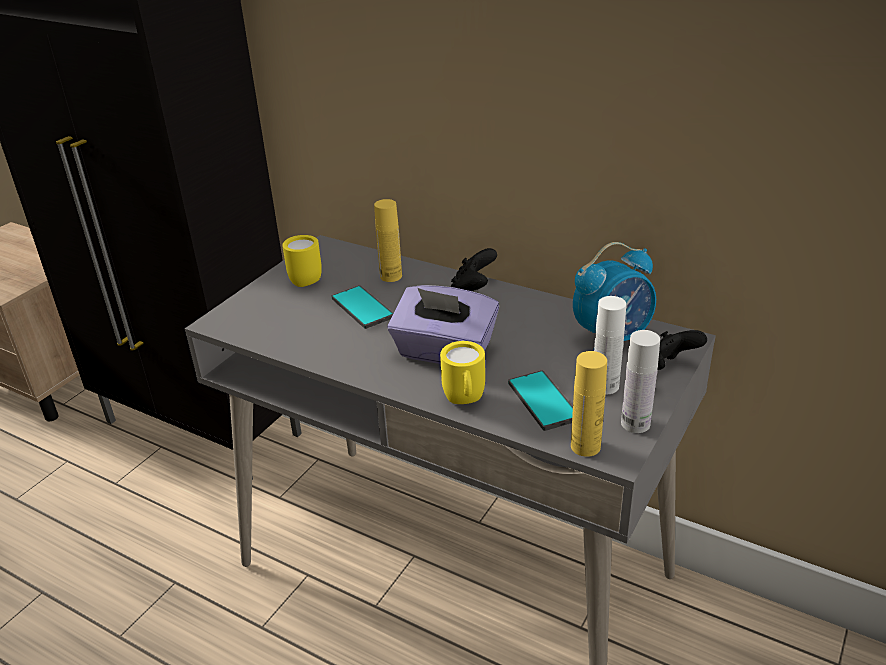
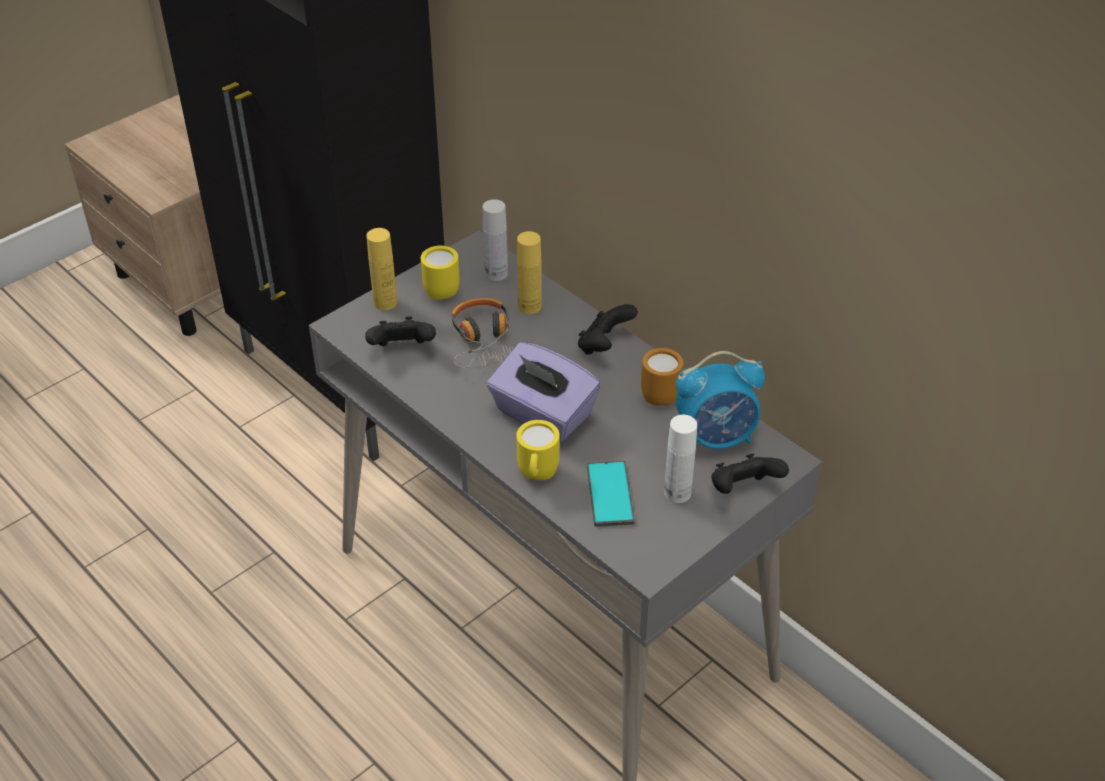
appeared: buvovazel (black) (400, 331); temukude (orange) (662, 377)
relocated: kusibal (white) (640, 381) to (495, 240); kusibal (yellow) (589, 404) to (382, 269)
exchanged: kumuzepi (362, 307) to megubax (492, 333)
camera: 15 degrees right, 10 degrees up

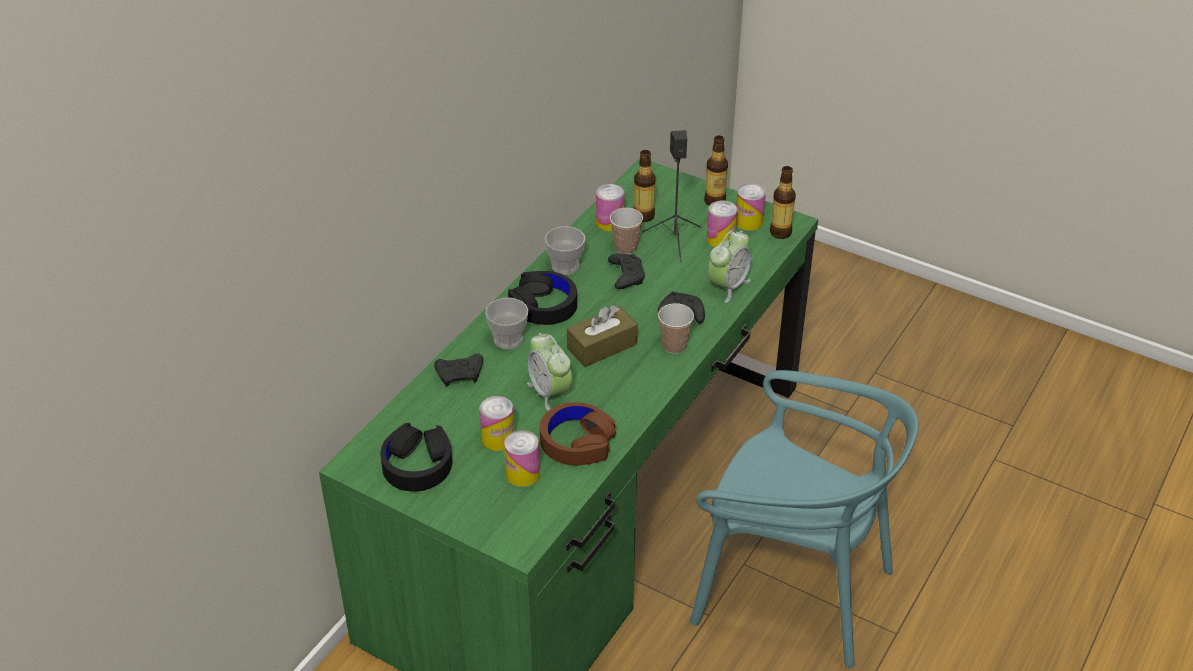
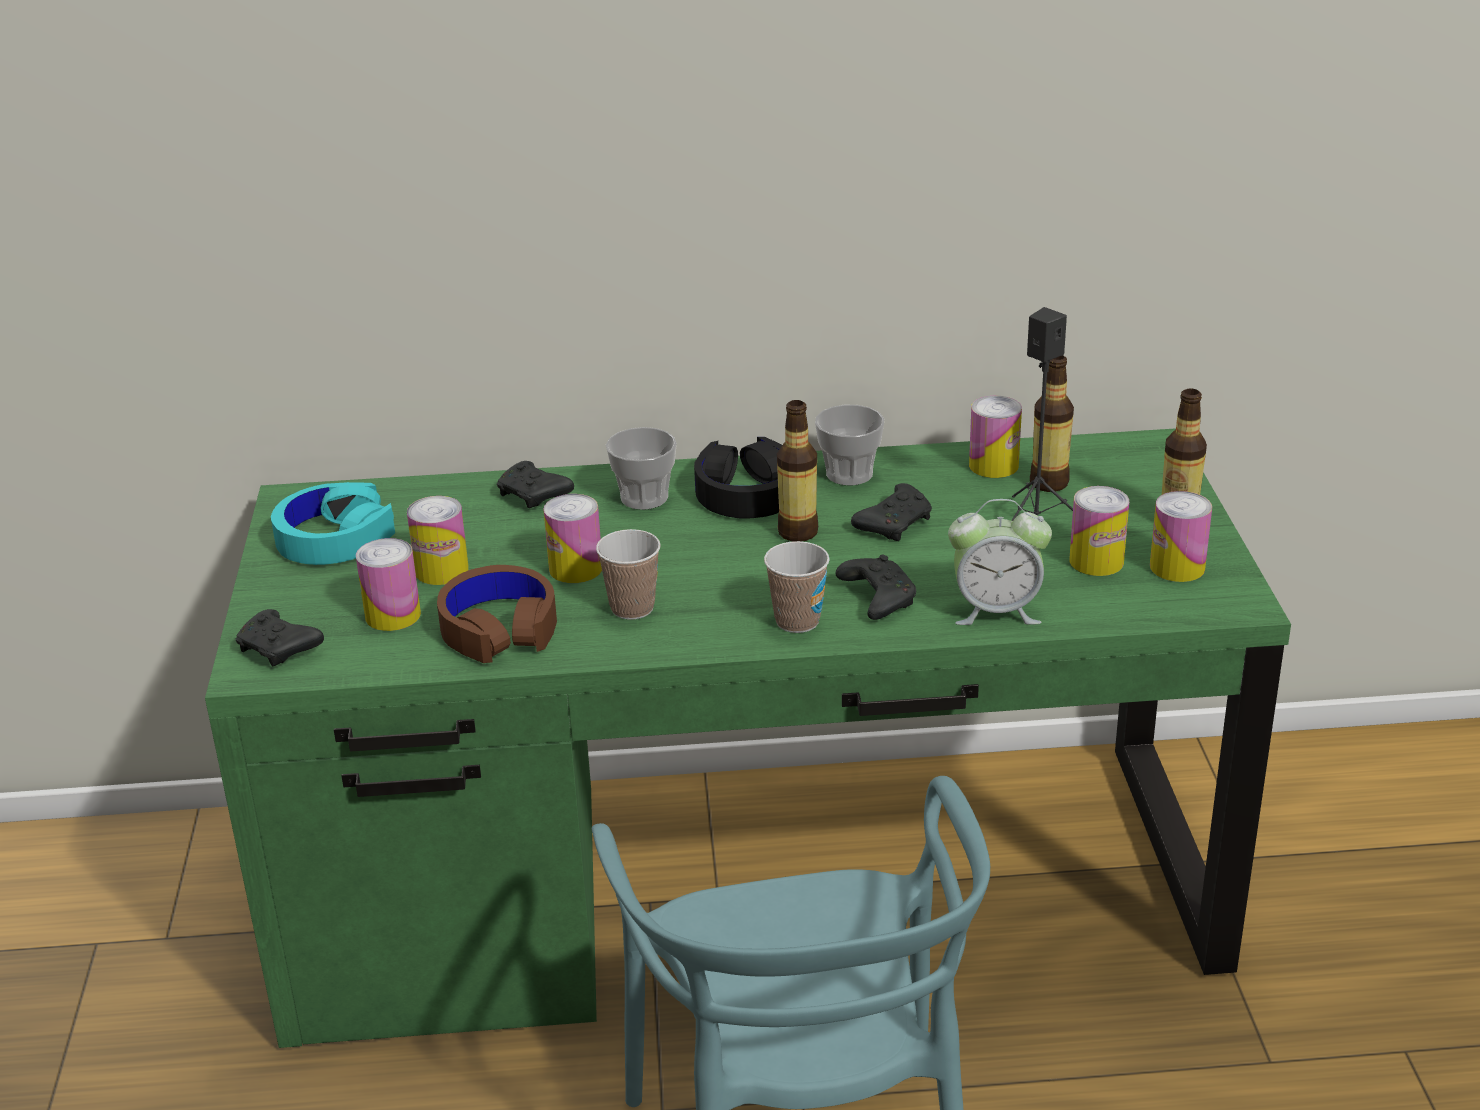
missing: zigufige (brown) (602, 336)
appeared: buvovazel (black) (279, 637)
relocated: kusibal (783, 202) to (797, 470); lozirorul (626, 231) to (628, 574)
exchanged: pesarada (549, 372) to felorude (572, 538)
colour: megubax (black) (416, 457) to megubax (turquoise) (333, 523)
camera: 55 degrees right, 10 degrees down

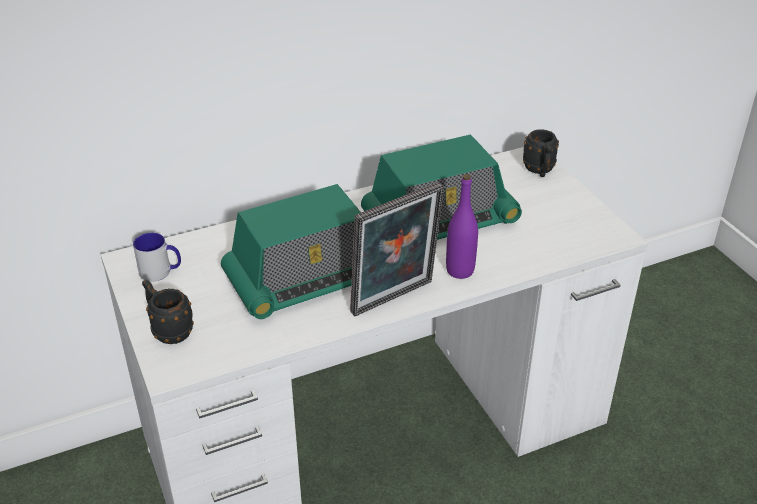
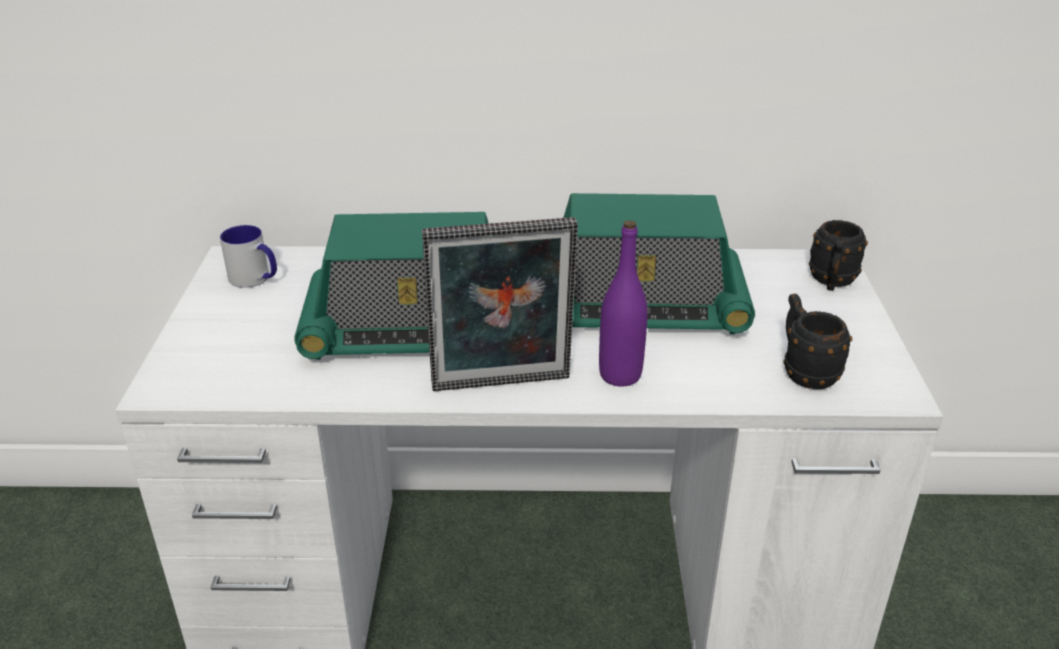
relocated: temukude (black) (168, 312) to (818, 341)
camera: 25 degrees right, 5 degrees down

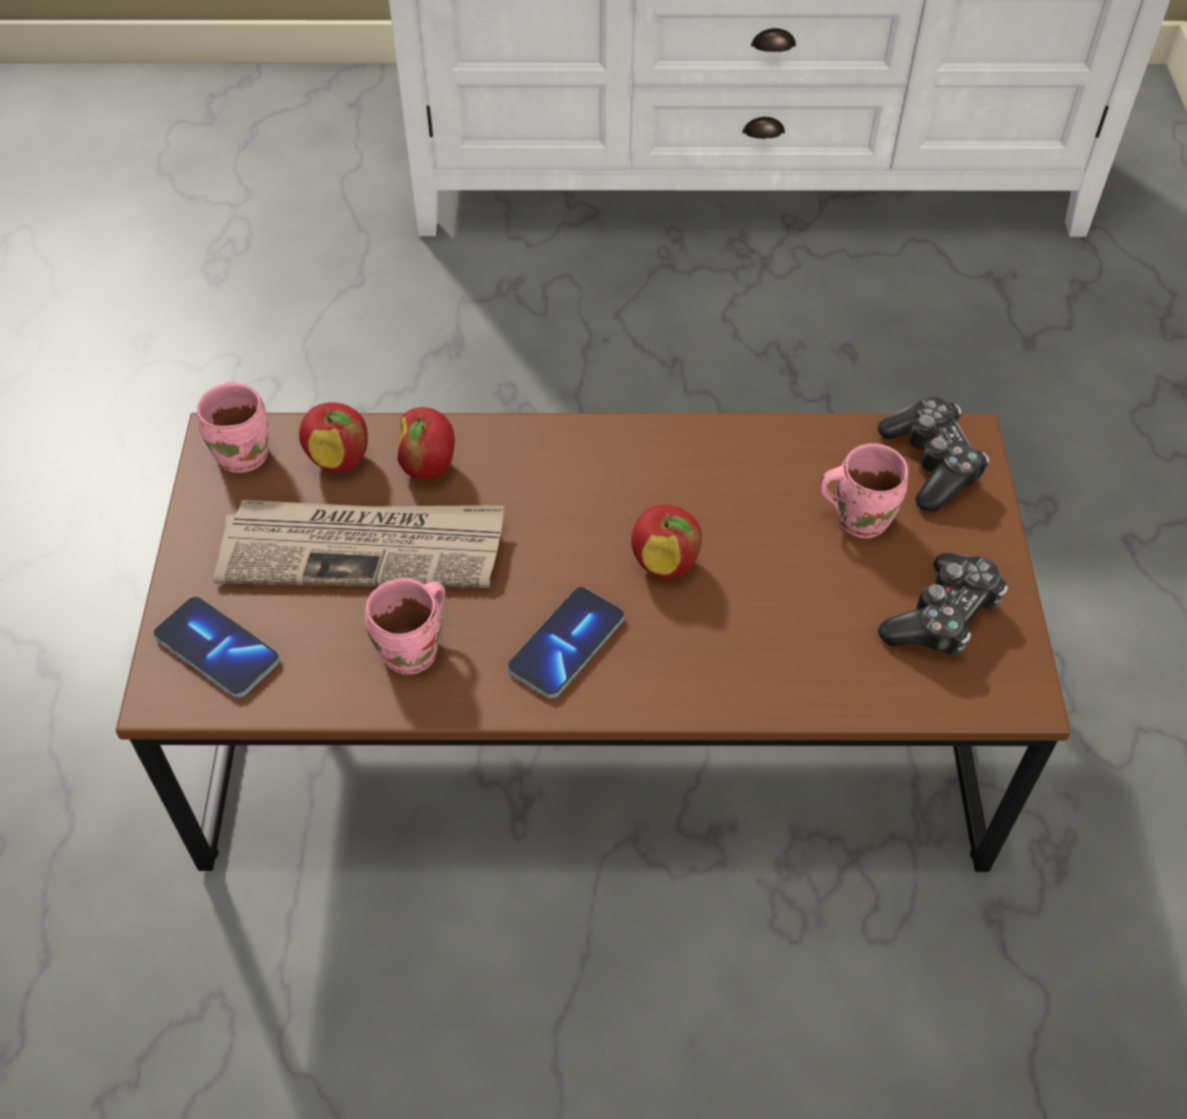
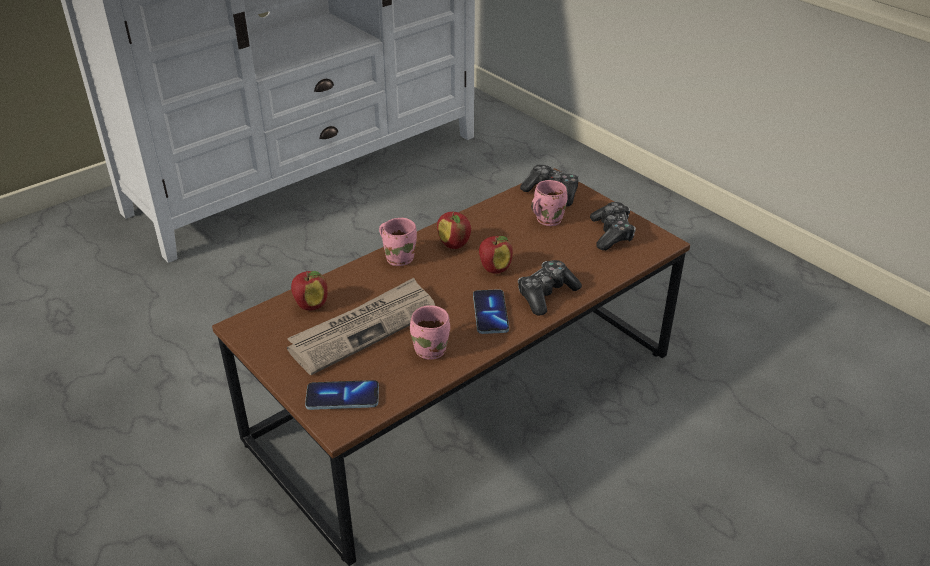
appeared: buvovazel (550, 287)
relocated: temukude (pink) (232, 427) to (398, 242); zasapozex (426, 443) to (454, 230)
camera: 40 degrees left, 15 degrees down

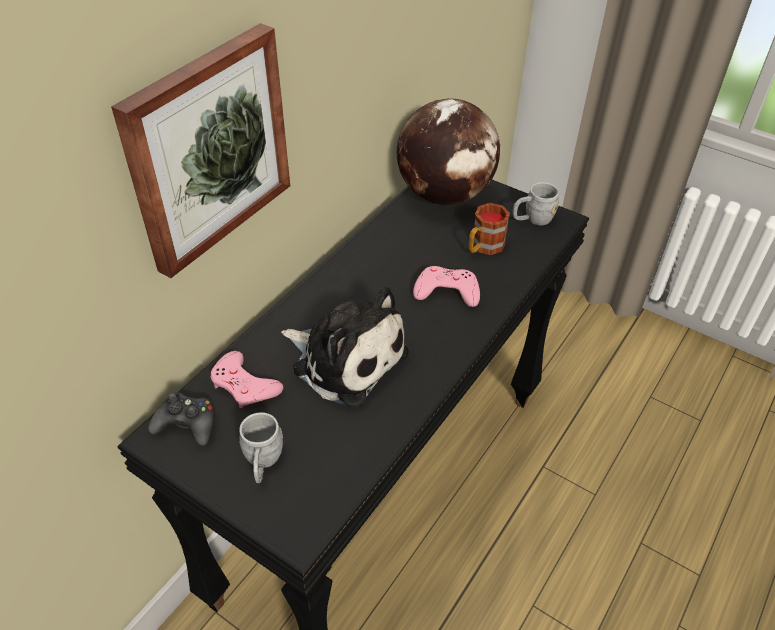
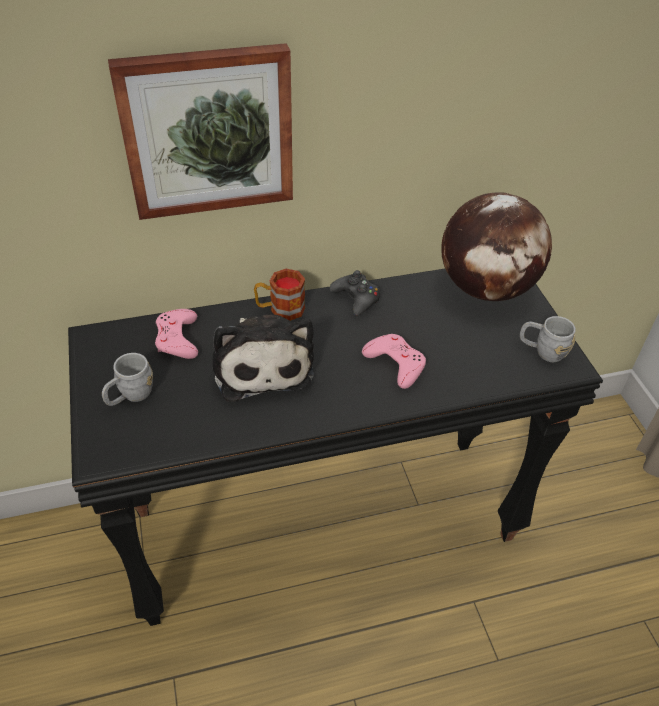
relocated: temukude (489, 229) to (279, 295); buvovazel (black) (181, 419) to (354, 293)
camera: 40 degrees right, 0 degrees up

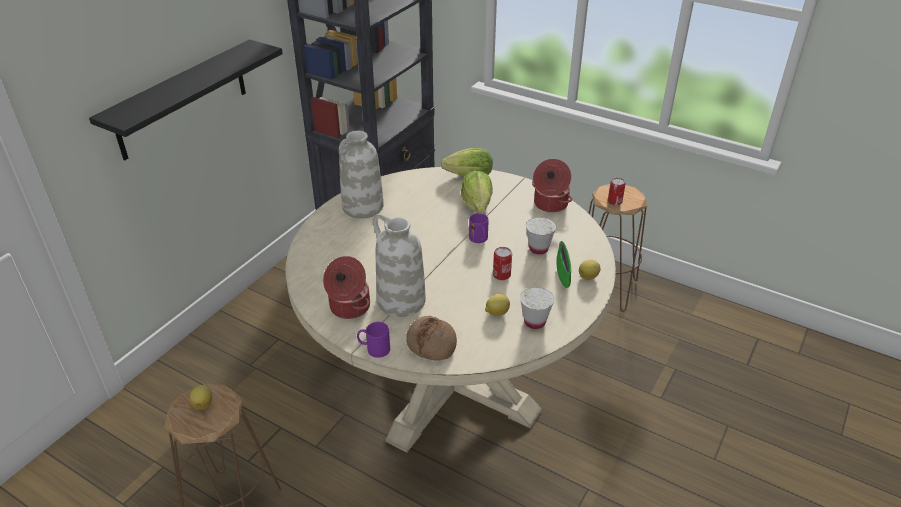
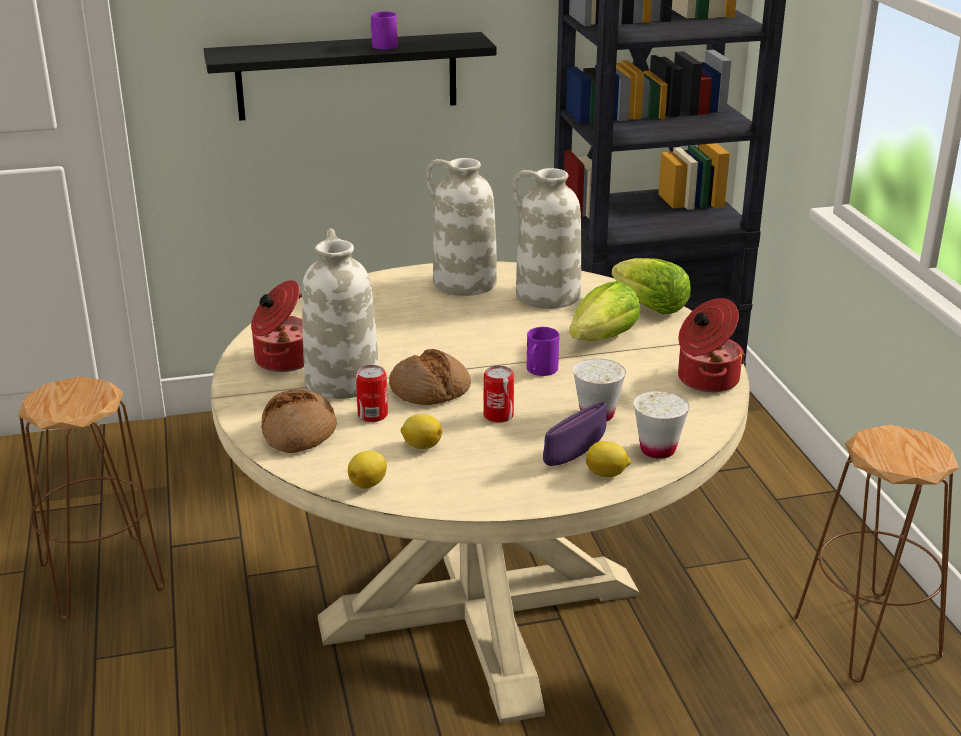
appeared: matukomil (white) (547, 238); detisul (430, 377)
relocated: felorude (617, 191) to (372, 393); lozirorul (white) (537, 308) to (661, 425); temukude (purple) (373, 340) to (384, 31); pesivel (200, 397) to (367, 470)
colour: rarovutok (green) (563, 264) to rarovutok (purple) (575, 434)
camera: 45 degrees right, 10 degrees down

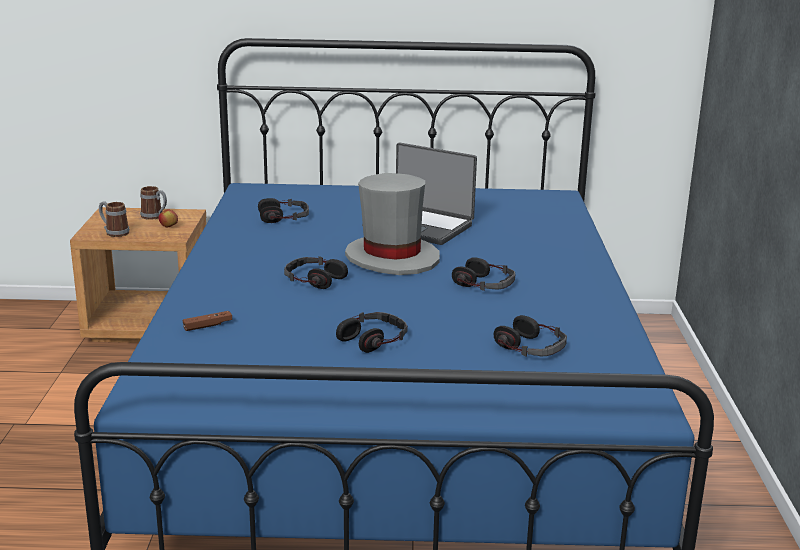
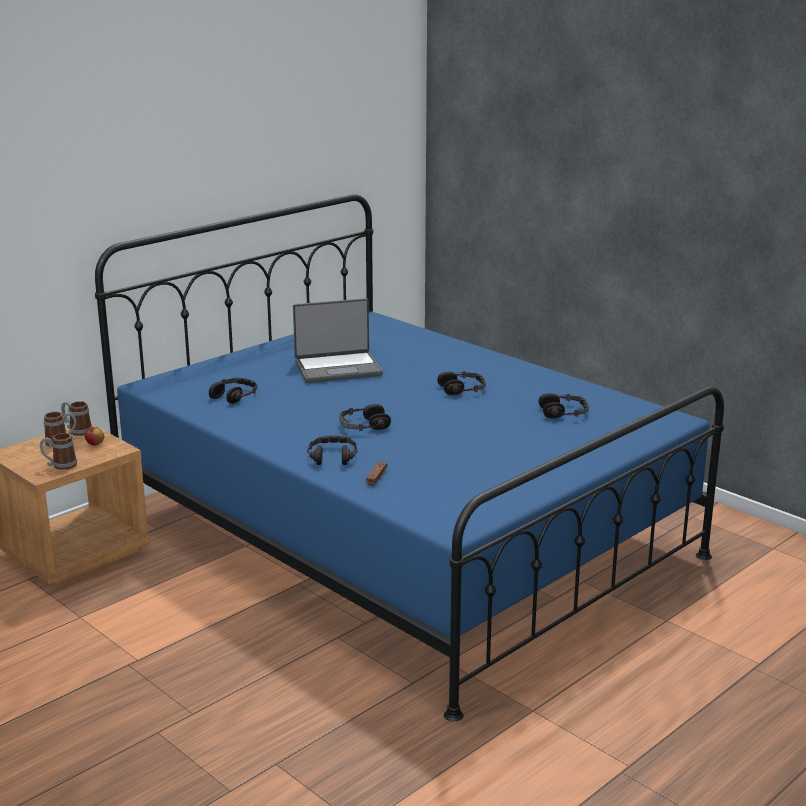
missing: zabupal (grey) (392, 224)
appeared: temukude (76, 418)
relocated: megubax (372, 332) to (332, 450)
camera: 45 degrees left, 0 degrees up

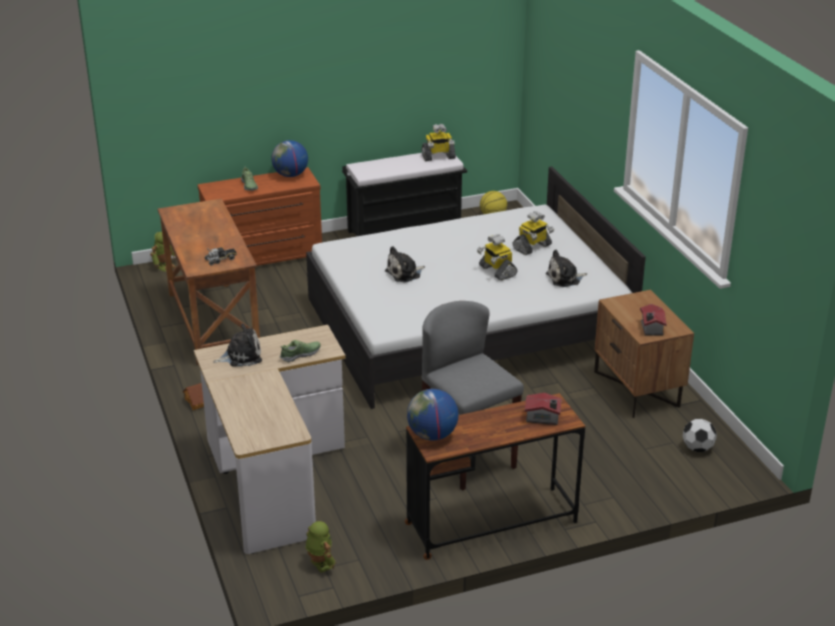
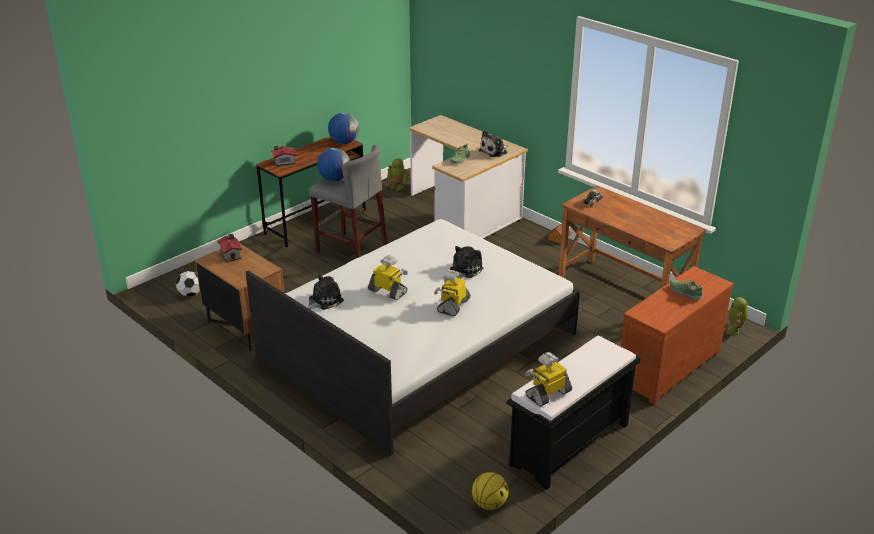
relocated: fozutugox (289, 158) to (333, 164); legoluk (533, 233) to (452, 293)
camera: 155 degrees right, 0 degrees up

